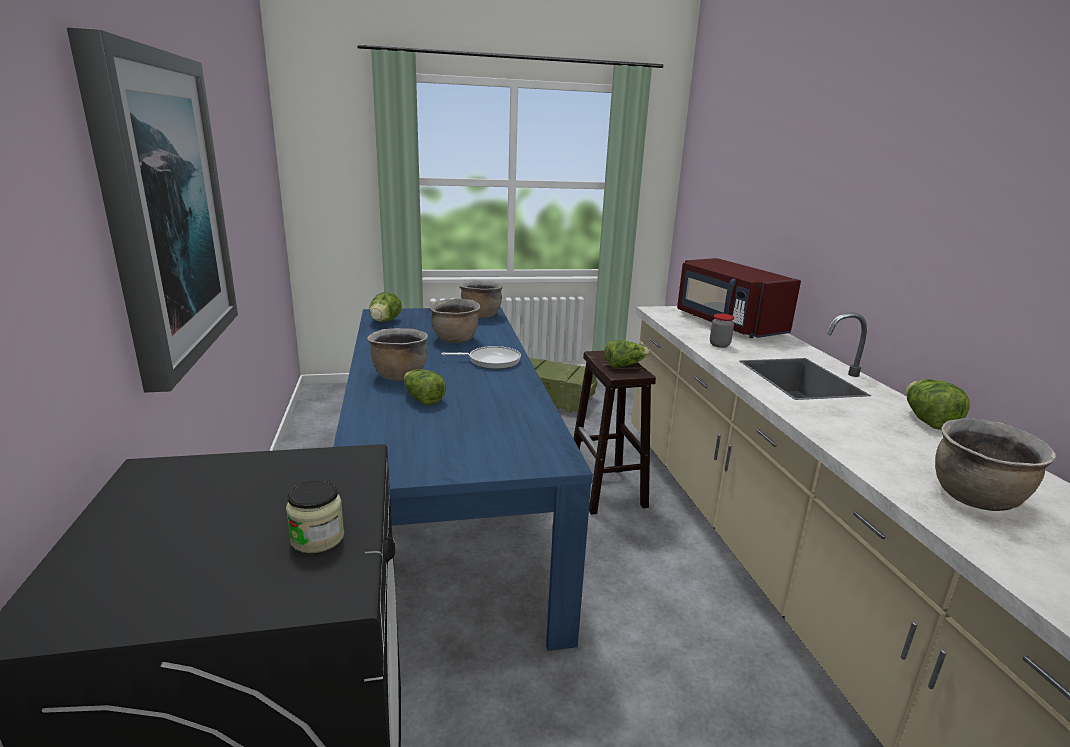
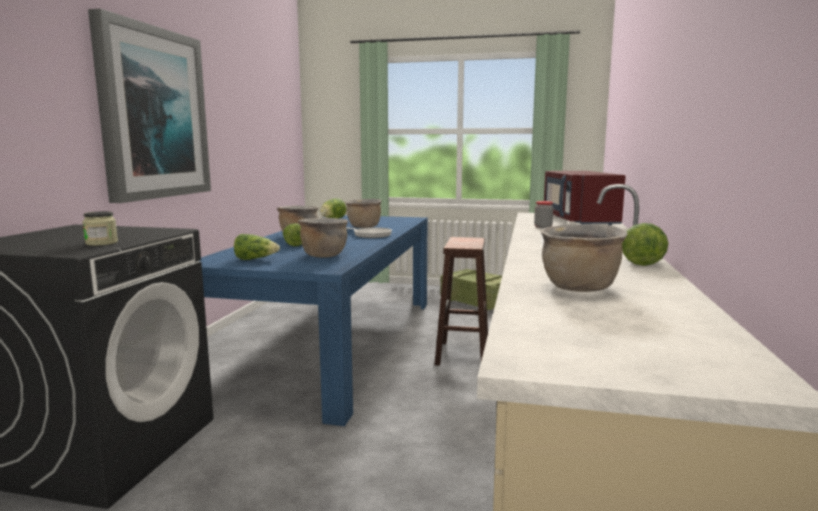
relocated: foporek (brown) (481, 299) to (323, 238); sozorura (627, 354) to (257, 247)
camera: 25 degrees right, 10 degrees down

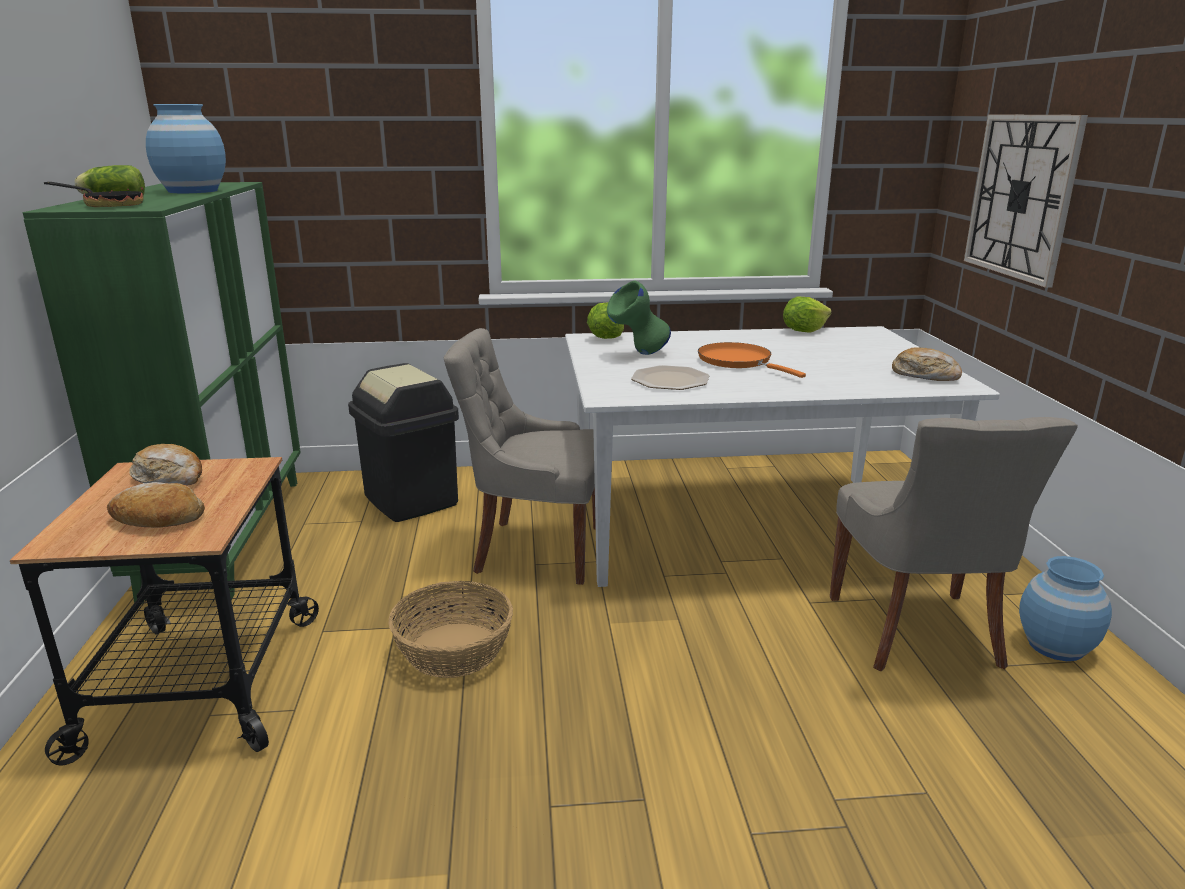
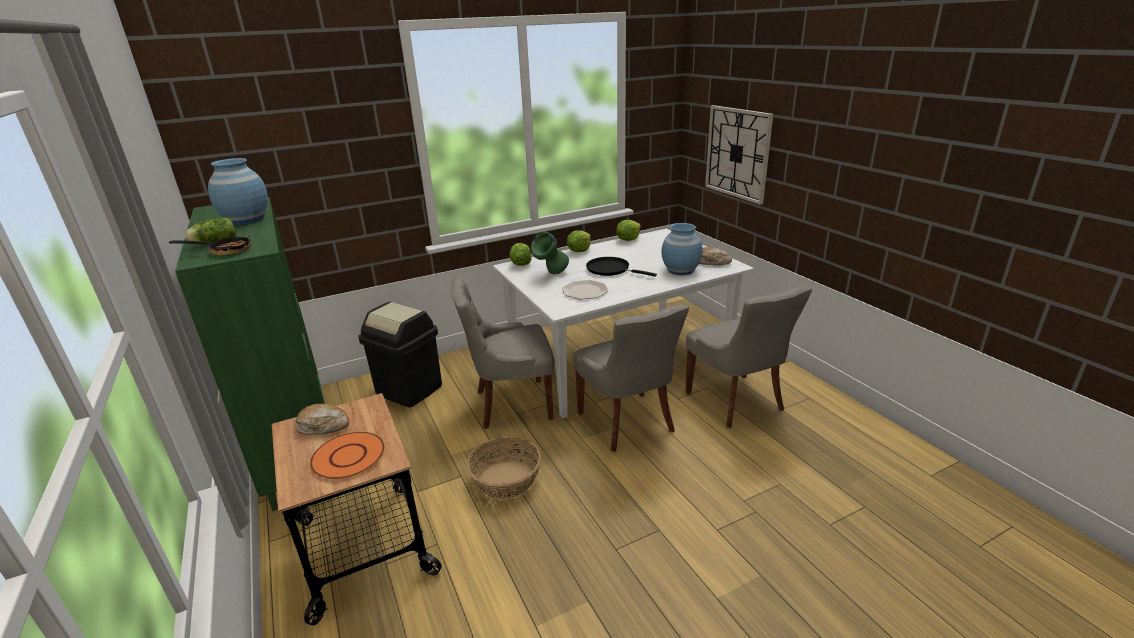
appeared: sozorura (579, 241); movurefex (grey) (631, 378)
relocated: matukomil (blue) (1065, 608) to (682, 249)
exchanged: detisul (156, 505) to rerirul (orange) (347, 455)
colour: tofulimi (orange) (752, 360) to tofulimi (black) (621, 267)
camera: 20 degrees left, 5 degrees up

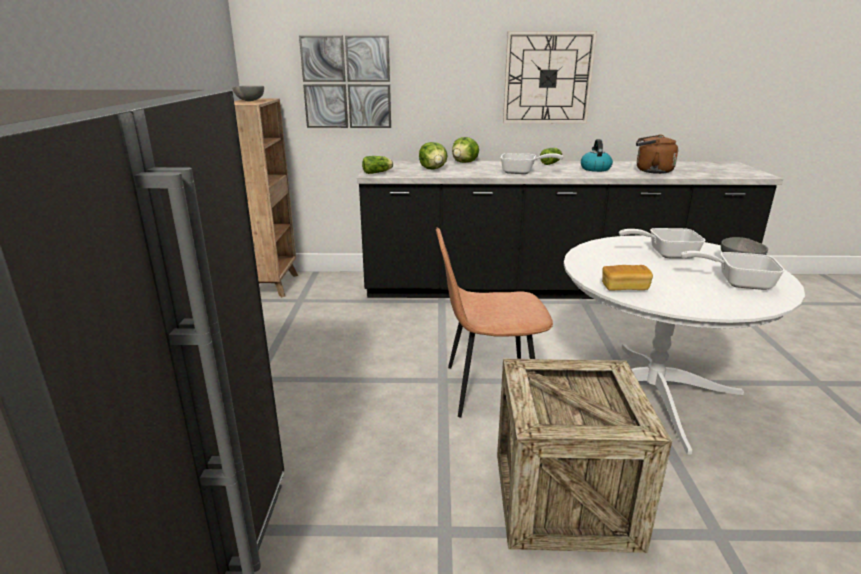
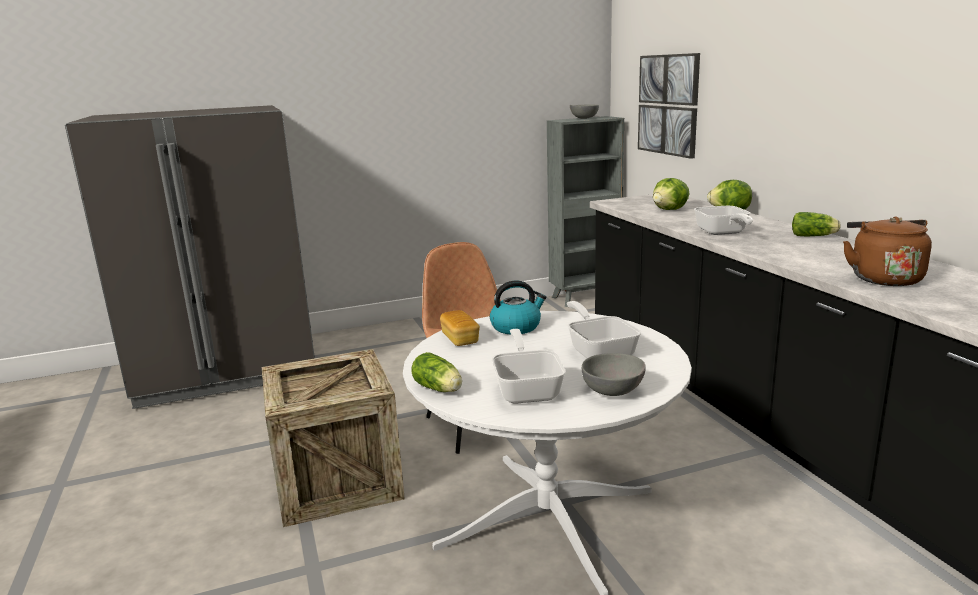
missing: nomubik (550, 77)
relocated: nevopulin (597, 155) to (518, 307); sozorura (377, 165) to (436, 372)
colour: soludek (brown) (266, 197) to soludek (grey) (585, 211)
camera: 70 degrees right, 5 degrees down

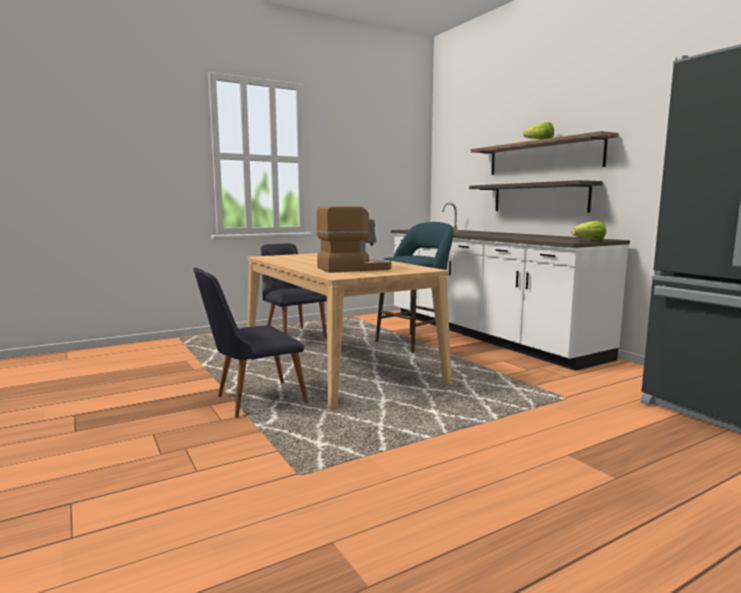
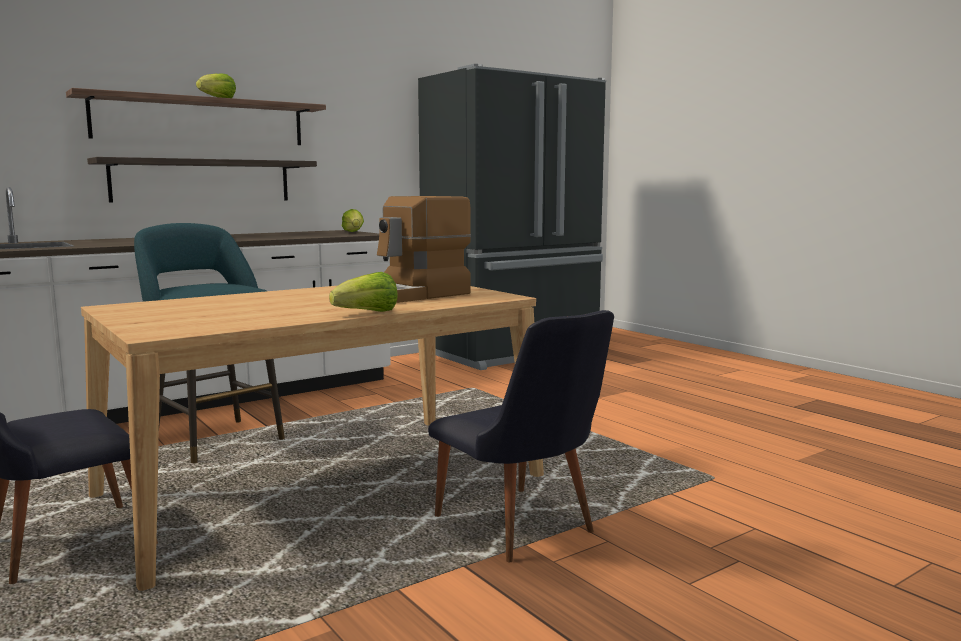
appeared: sozorura (363, 292)
spun: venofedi (354, 239) = (424, 249) 105 degrees counterclockwise
camera: 95 degrees left, 0 degrees up

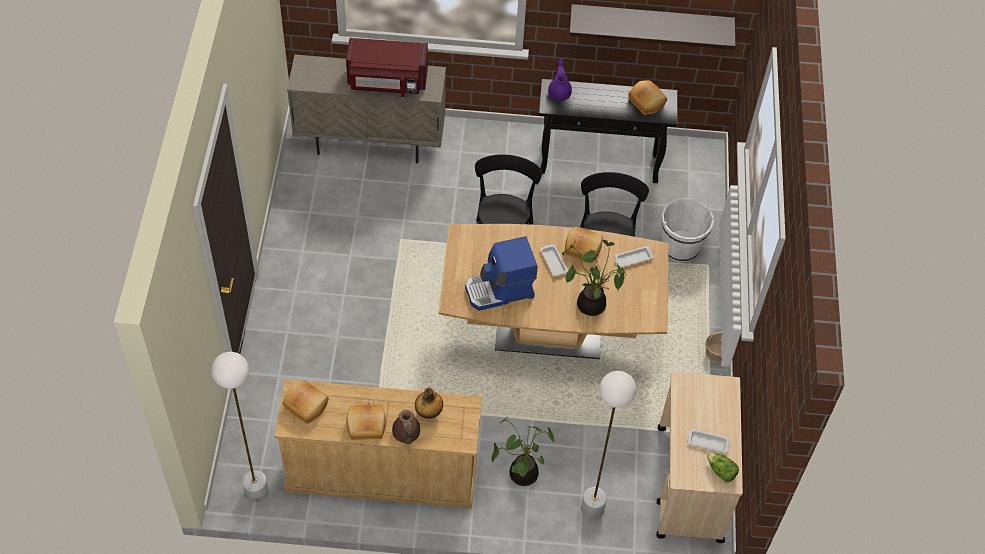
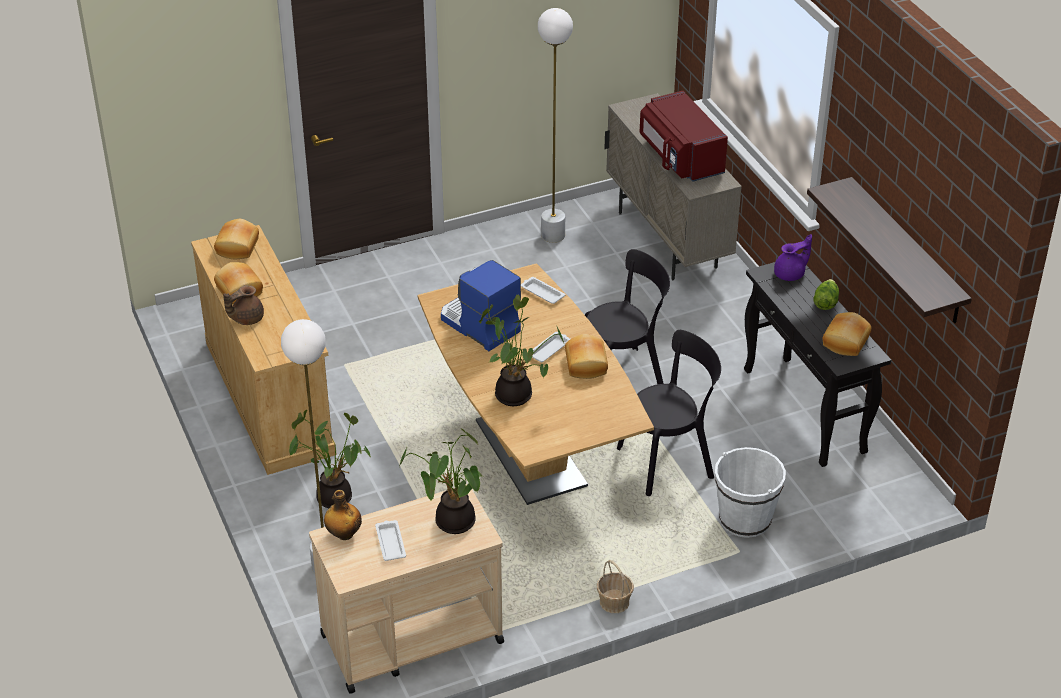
appeared: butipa (441, 481)
relocated: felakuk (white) (634, 256) to (543, 290); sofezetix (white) (240, 427) to (555, 125); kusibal (429, 403) to (343, 515); sozorura (723, 467) to (826, 294)
camera: 65 degrees right, 15 degrees down

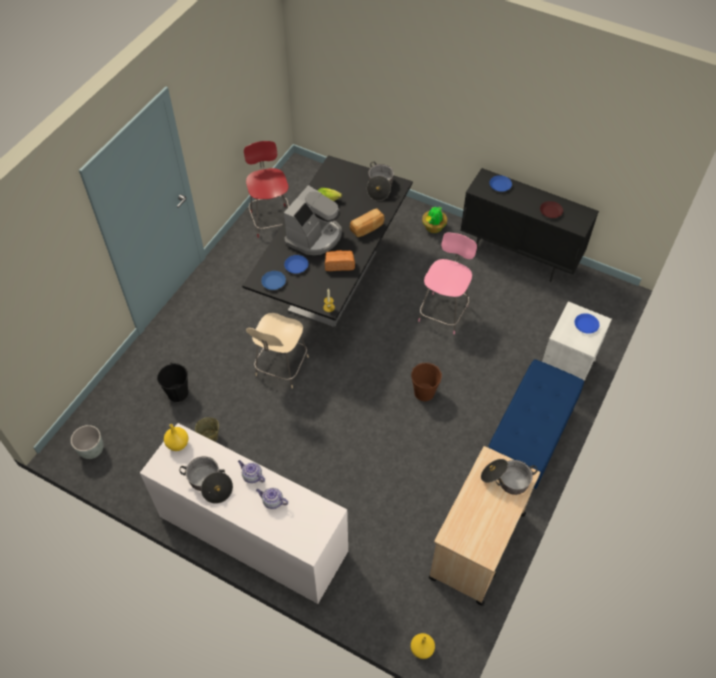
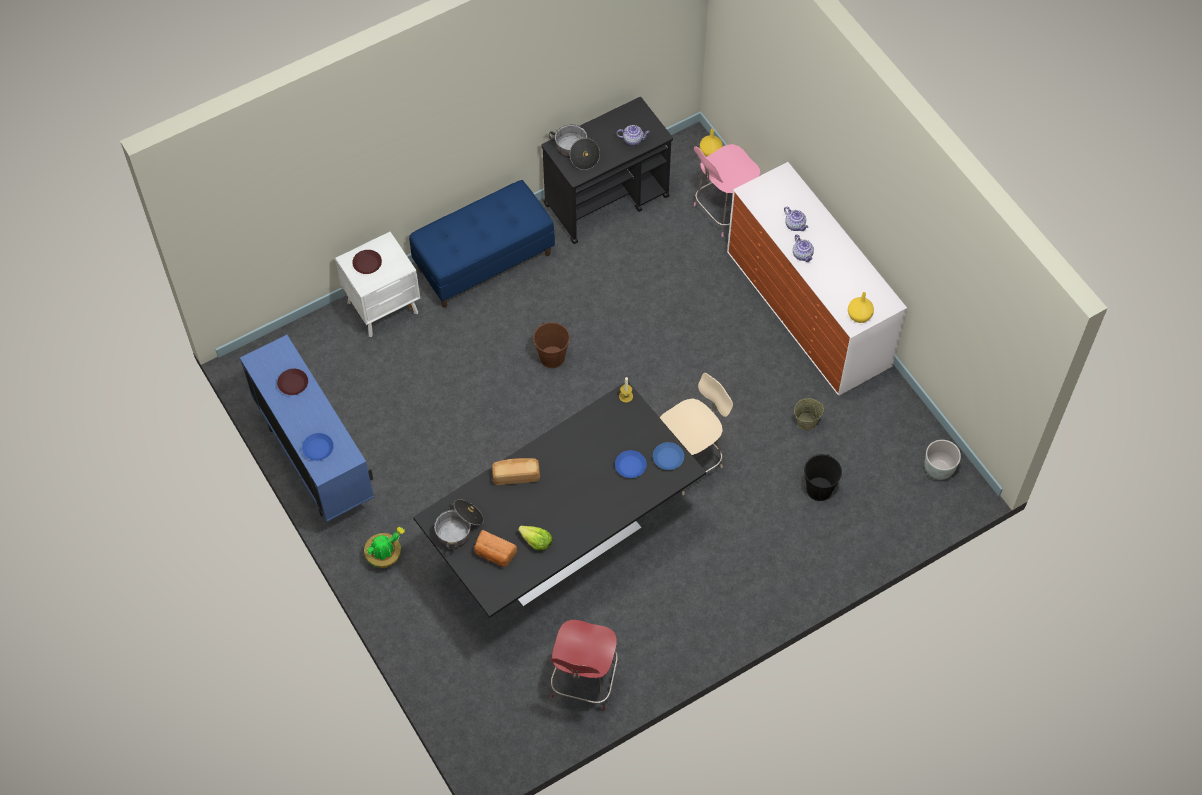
missing: venofedi (313, 220); foporek (206, 480)
appeared: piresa (633, 135)
relocated: movurefex (pink) (447, 283) to (727, 190); detisul (340, 260) to (495, 548)
colour: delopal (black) (529, 225) to delopal (blue) (307, 428); rerirul (blue) (587, 323) to rerirul (brown) (367, 262); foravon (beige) (484, 526) to foravon (black) (607, 170)
camera: 150 degrees left, 5 degrees up

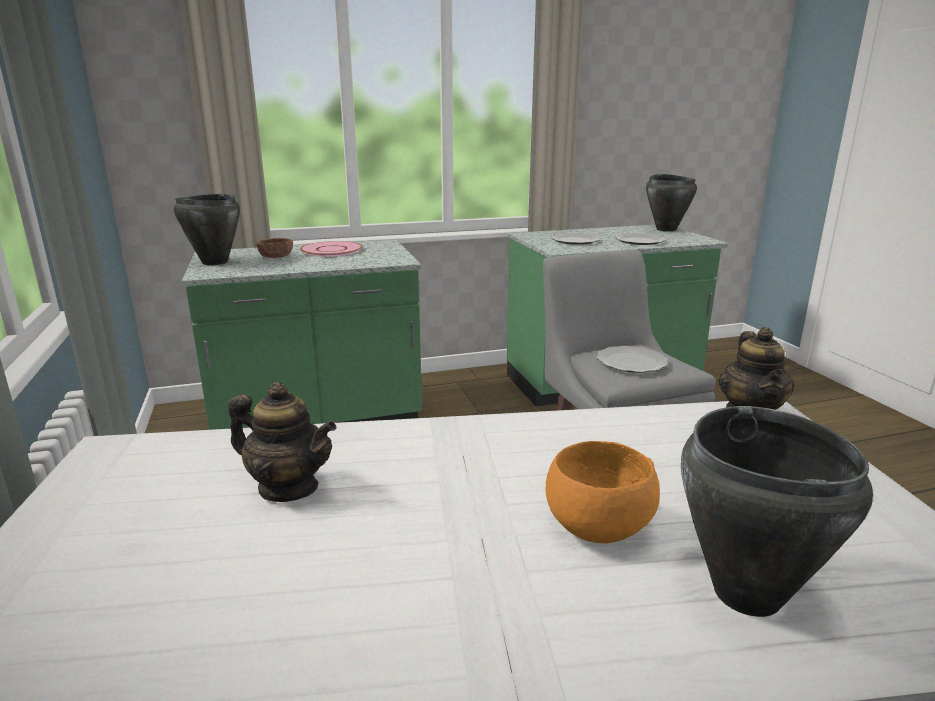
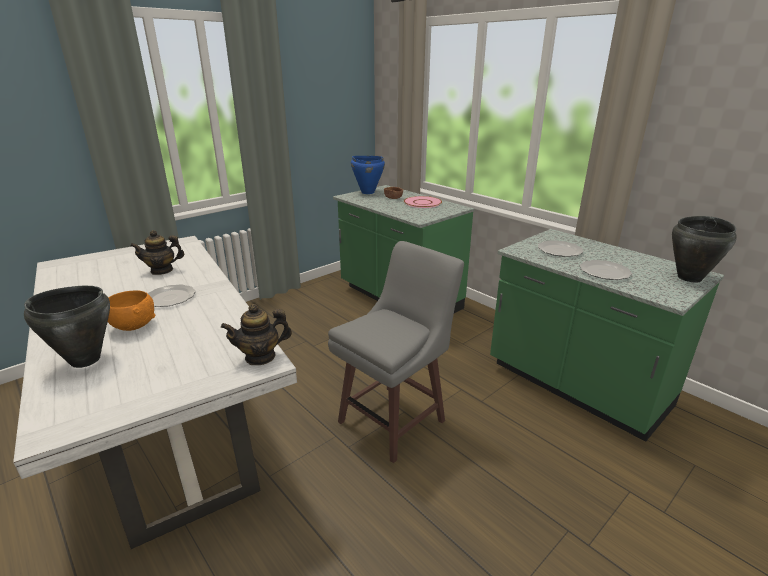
relocated: rerirul (632, 359) to (171, 295)
colour: foporek (black) (207, 229) to foporek (blue) (368, 175)
spun: piresa (282, 442) = (157, 252) 75 degrees clockwise
camera: 65 degrees right, 5 degrees up

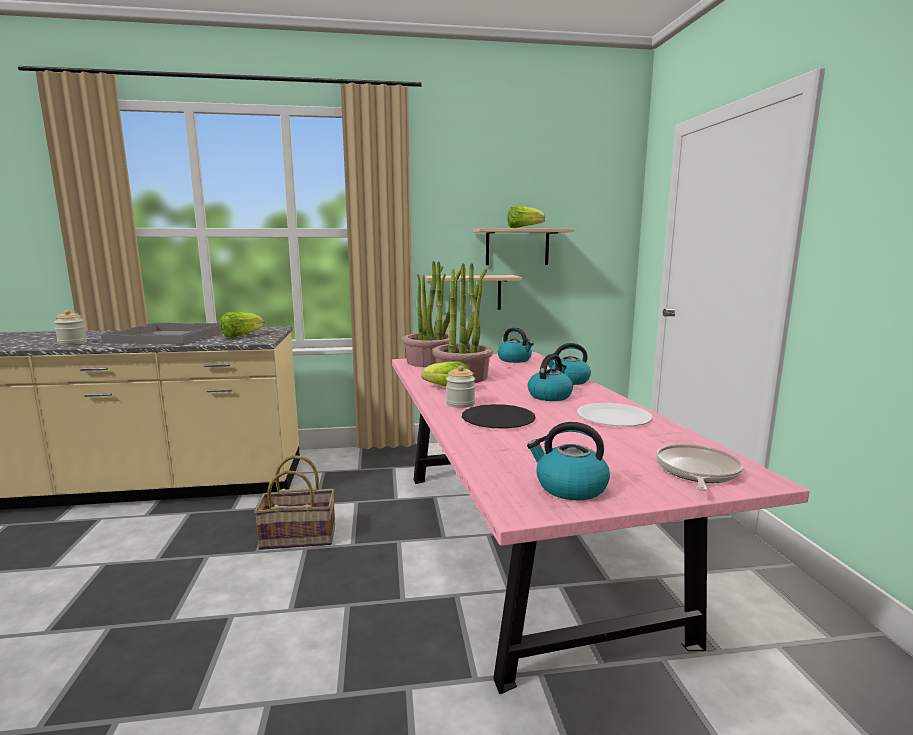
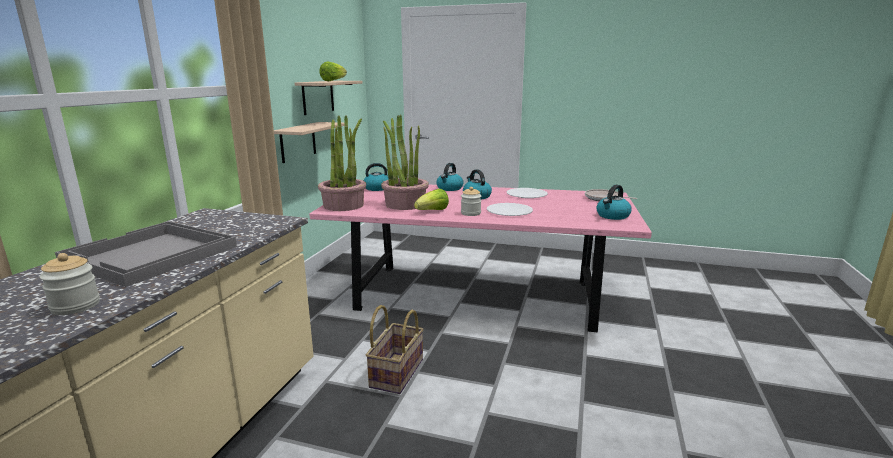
missing: sozorura (242, 325)
colour: rerirul (black) (499, 416) to rerirul (white) (510, 209)
camera: 65 degrees left, 5 degrees up

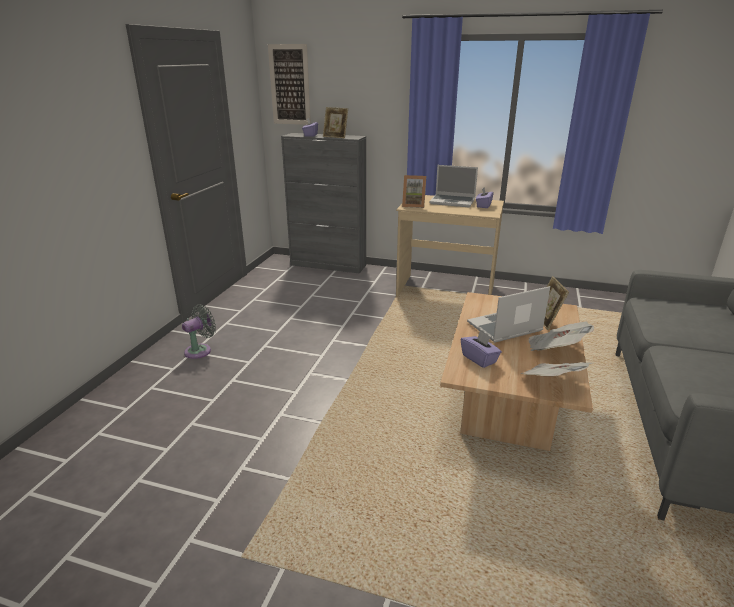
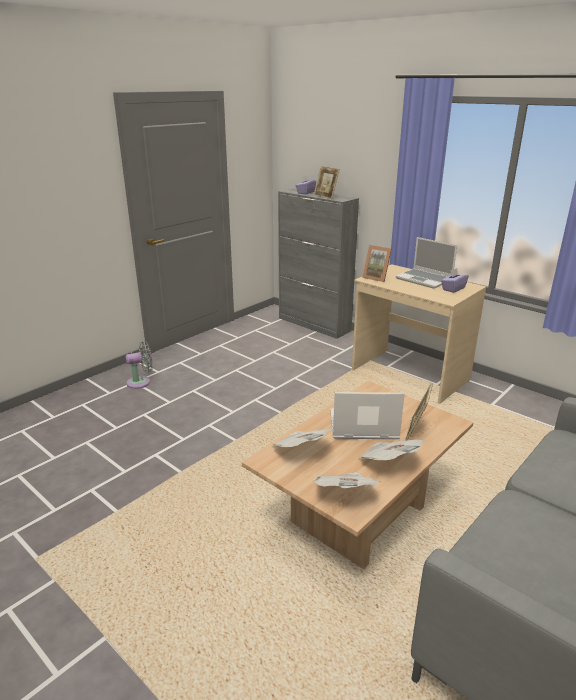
missing: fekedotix (289, 84)
exchanged: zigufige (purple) (481, 349) to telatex (302, 438)
camera: 25 degrees right, 0 degrees up

